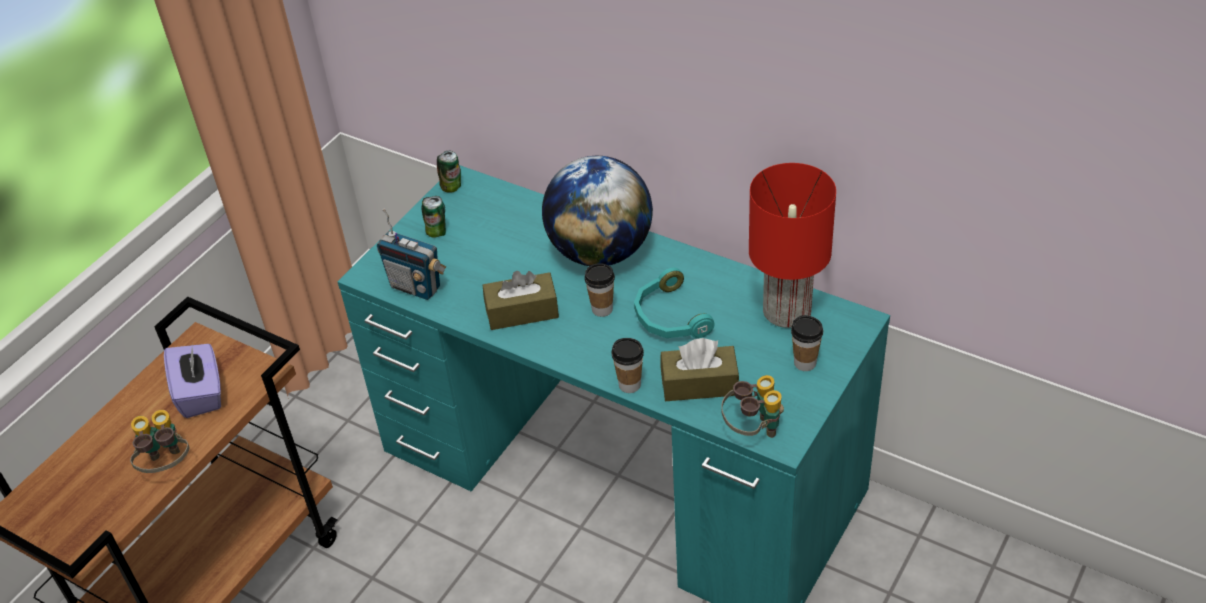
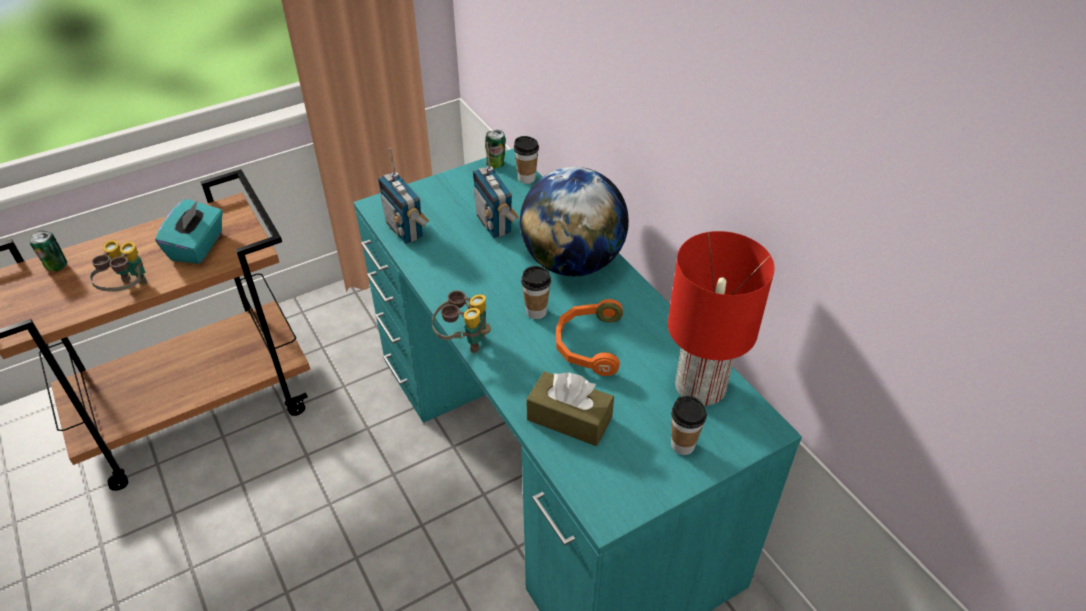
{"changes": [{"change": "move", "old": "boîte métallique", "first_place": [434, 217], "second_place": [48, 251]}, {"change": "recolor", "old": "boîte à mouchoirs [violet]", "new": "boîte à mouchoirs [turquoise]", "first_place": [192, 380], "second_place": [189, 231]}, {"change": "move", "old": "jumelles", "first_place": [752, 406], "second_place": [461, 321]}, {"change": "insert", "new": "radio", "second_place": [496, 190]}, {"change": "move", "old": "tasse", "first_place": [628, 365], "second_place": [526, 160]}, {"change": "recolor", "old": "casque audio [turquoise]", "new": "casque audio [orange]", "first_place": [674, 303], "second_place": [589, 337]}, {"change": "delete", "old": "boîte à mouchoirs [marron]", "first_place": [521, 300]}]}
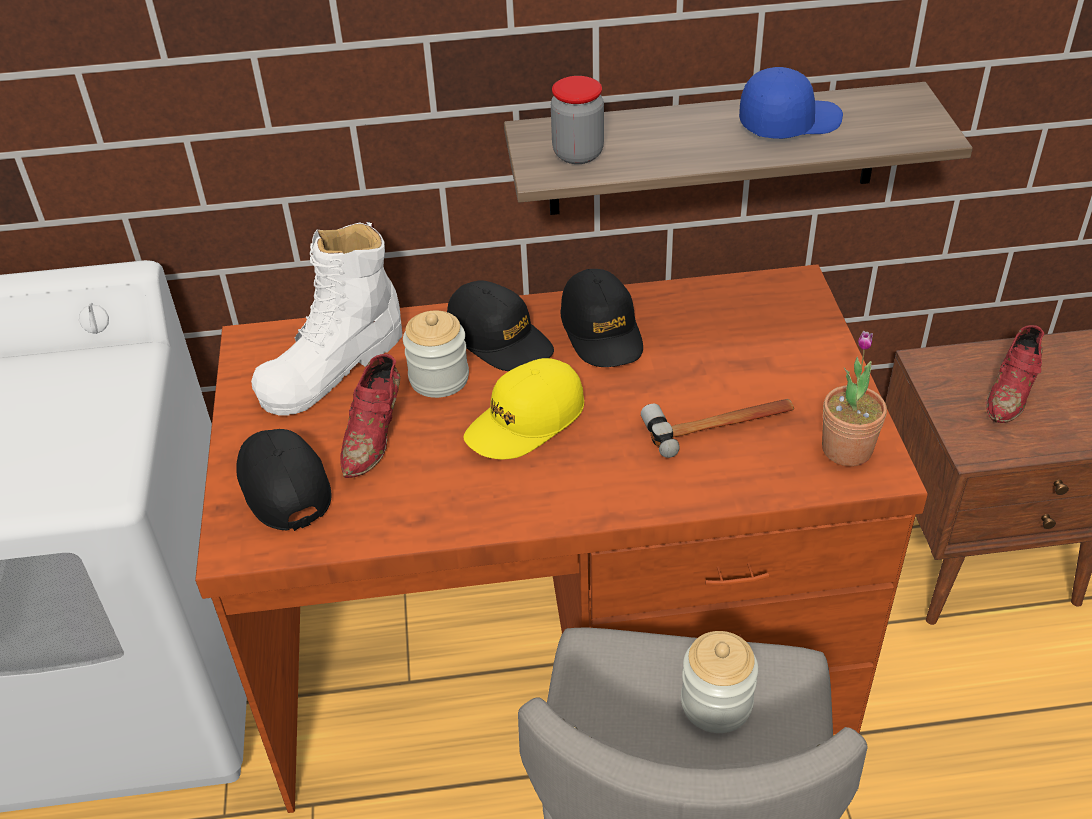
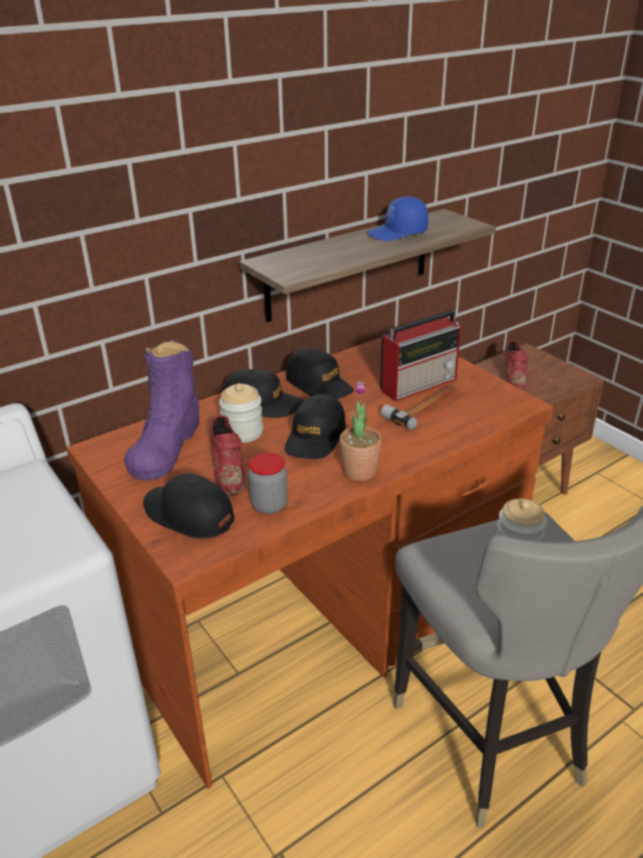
{"changes": [{"change": "recolor", "old": "botte [blanc]", "new": "botte [violet]", "first_place": [327, 318], "second_place": [162, 410]}, {"change": "move", "old": "bocal", "first_place": [577, 120], "second_place": [268, 483]}, {"change": "recolor", "old": "casquette [jaune]", "new": "casquette [noir]", "first_place": [524, 408], "second_place": [315, 426]}, {"change": "move", "old": "plante en pot", "first_place": [854, 398], "second_place": [361, 431]}, {"change": "rotate", "old": "casquette [bleu]", "first_place": [791, 103], "second_place": [397, 218], "degrees": -150}, {"change": "insert", "new": "radio", "second_place": [421, 355]}]}
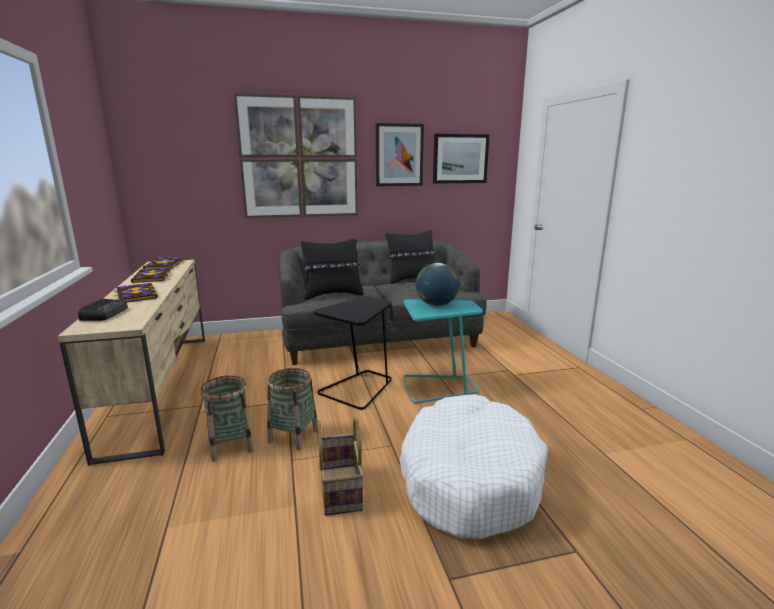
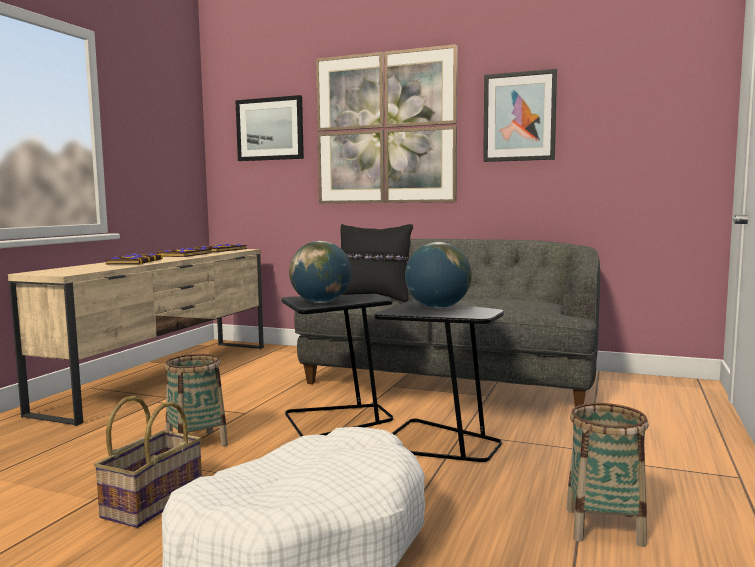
{"changes": [{"change": "move", "old": "tableau", "first_place": [461, 159], "second_place": [269, 128]}, {"change": "insert", "new": "globe", "second_place": [320, 272]}, {"change": "recolor", "old": "table d'appoint [turquoise]", "new": "table d'appoint [noir]", "first_place": [443, 351], "second_place": [439, 381]}, {"change": "move", "old": "panier", "first_place": [227, 418], "second_place": [607, 475]}, {"change": "delete", "old": "radio", "first_place": [103, 310]}, {"change": "delete", "old": "coussin [noir]", "first_place": [411, 257]}]}
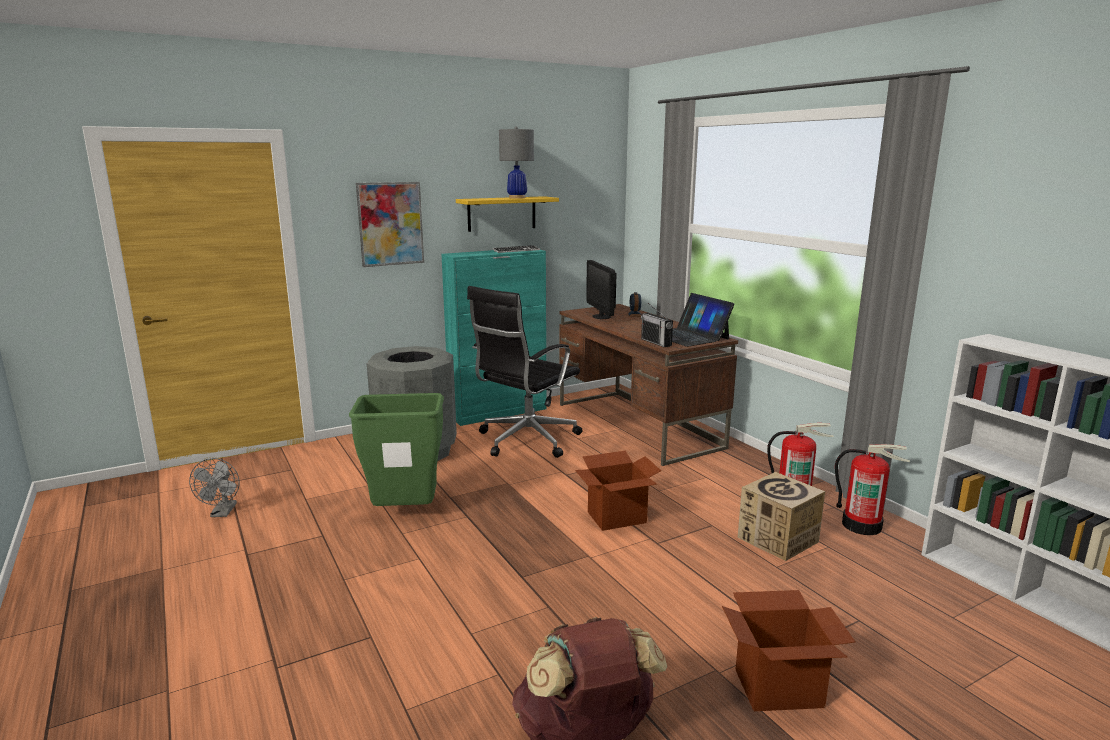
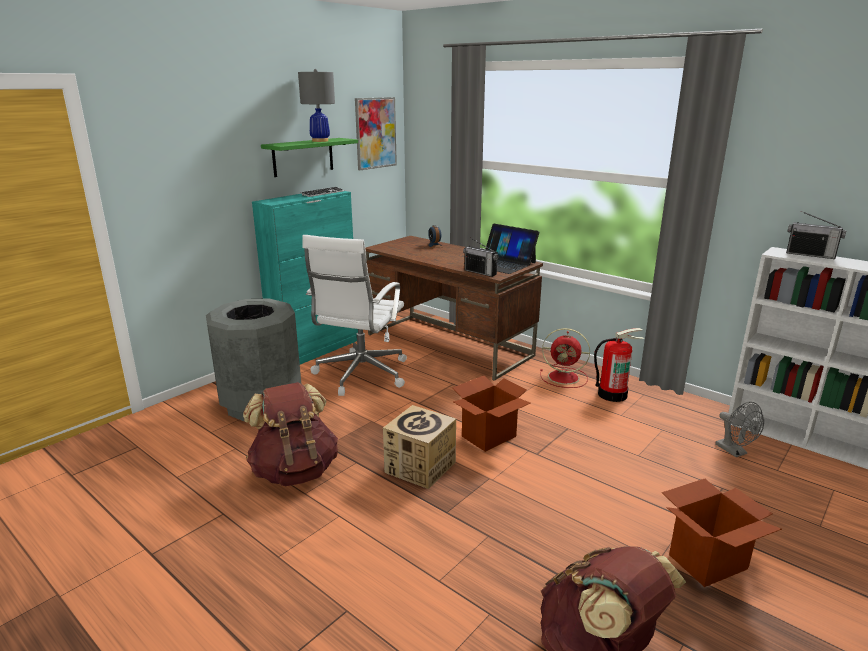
{"changes": [{"change": "replace", "old": "poubelle [vert]", "new": "sac à dos [marron]", "first_place": [396, 449], "second_place": [290, 434]}, {"change": "recolor", "old": "étagère [jaune]", "new": "étagère [vert]", "first_place": [507, 214], "second_place": [309, 157]}, {"change": "recolor", "old": "chaise de bureau [noir]", "new": "chaise de bureau [blanc]", "first_place": [525, 372], "second_place": [354, 315]}, {"change": "move", "old": "tableau", "first_place": [390, 224], "second_place": [376, 133]}, {"change": "move", "old": "carton", "first_place": [781, 516], "second_place": [419, 447]}, {"change": "insert", "new": "ventilateur [rouge]", "second_place": [565, 358]}, {"change": "move", "old": "ventilateur [gris]", "first_place": [214, 487], "second_place": [739, 429]}, {"change": "insert", "new": "radio", "second_place": [816, 235]}, {"change": "delete", "old": "écran d'ordinateur", "first_place": [601, 289]}, {"change": "delete", "old": "extincteur", "first_place": [872, 489]}]}
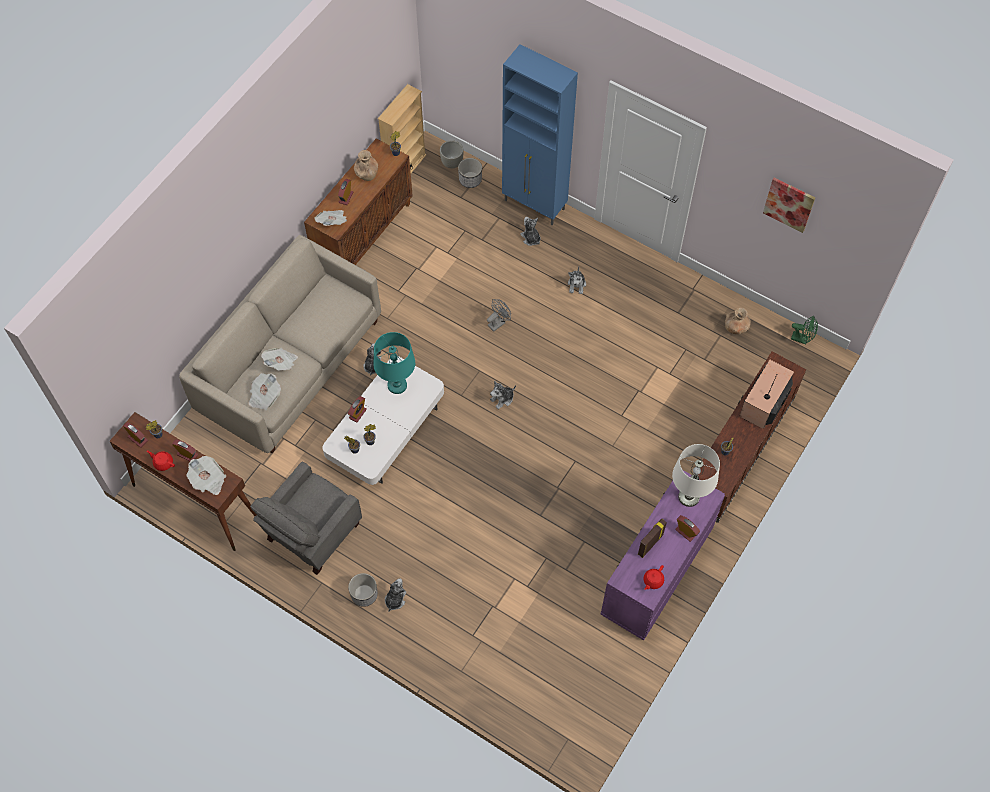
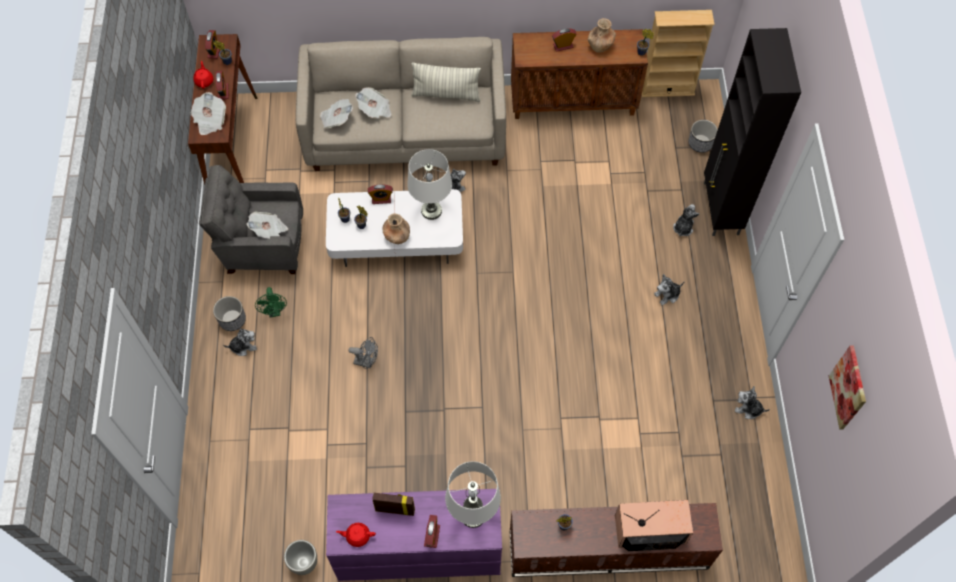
{"changes": [{"change": "move", "old": "journal", "first_place": [331, 218], "second_place": [267, 225]}, {"change": "move", "old": "ventilateur [vert]", "first_place": [804, 330], "second_place": [271, 302]}, {"change": "move", "old": "cache-pot [gris]", "first_place": [452, 154], "second_place": [300, 557]}, {"change": "move", "old": "ventilateur [gris]", "first_place": [499, 315], "second_place": [363, 353]}, {"change": "move", "old": "vase [marron]", "first_place": [738, 321], "second_place": [396, 228]}, {"change": "recolor", "old": "lampe de table [turquoise]", "new": "lampe de table [blanc]", "first_place": [394, 363], "second_place": [429, 184]}, {"change": "insert", "new": "coussin", "second_place": [446, 82]}, {"change": "recolor", "old": "meuble de rangement [bleu]", "new": "meuble de rangement [noir]", "first_place": [540, 134], "second_place": [752, 132]}, {"change": "move", "old": "peluche", "first_place": [503, 395], "second_place": [752, 402]}]}
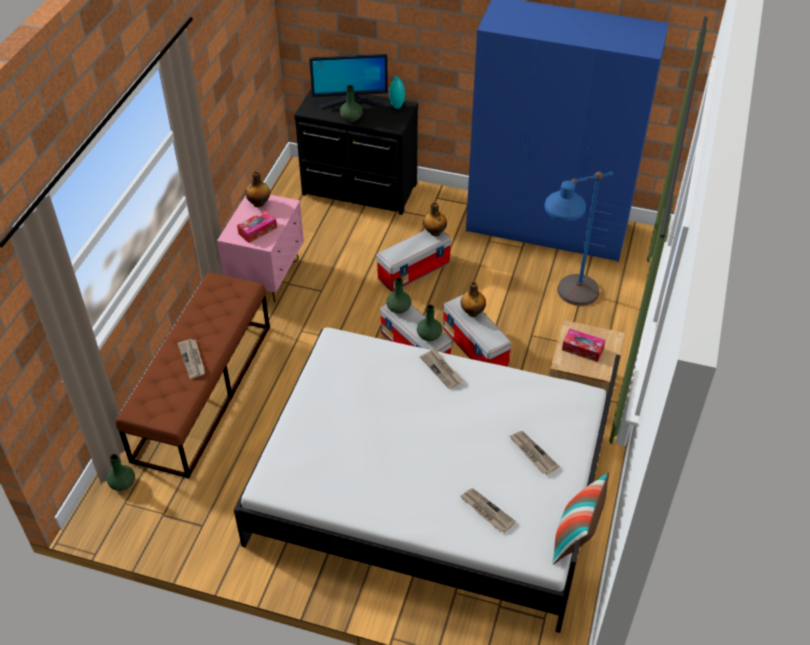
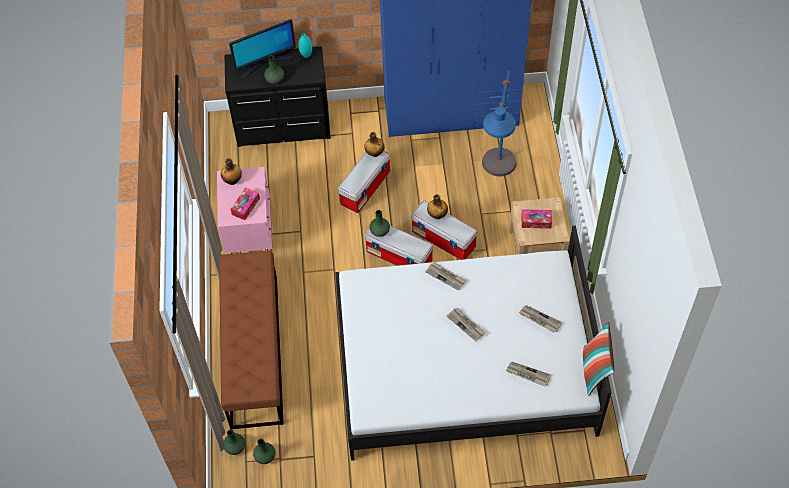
{"changes": [{"change": "move", "old": "vase [vert]", "first_place": [429, 322], "second_place": [264, 451]}, {"change": "move", "old": "journal", "first_place": [191, 359], "second_place": [466, 324]}]}
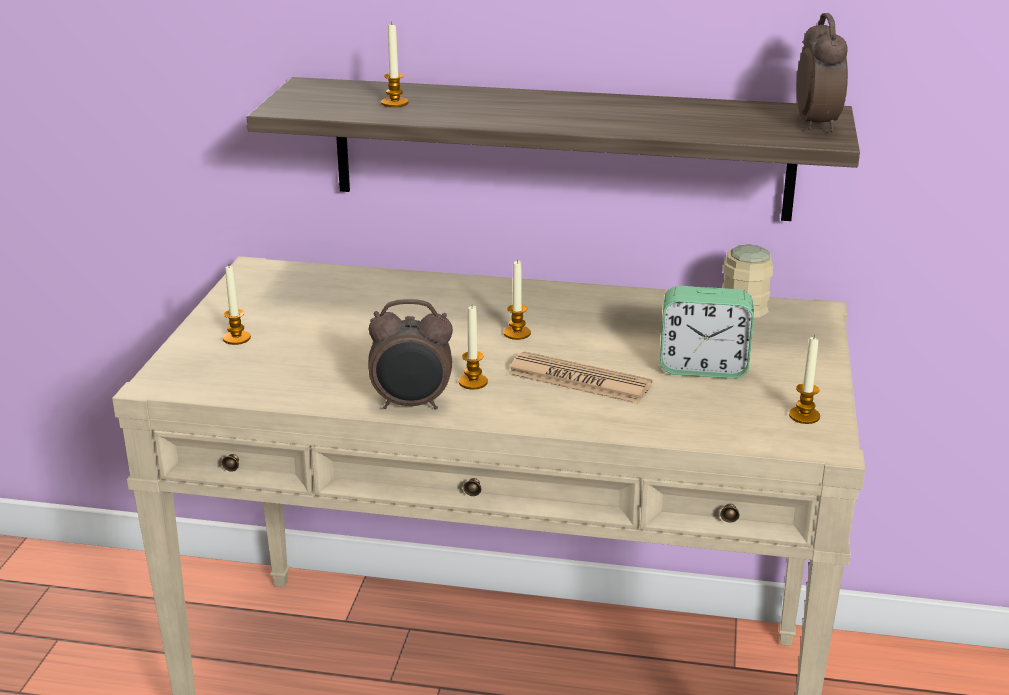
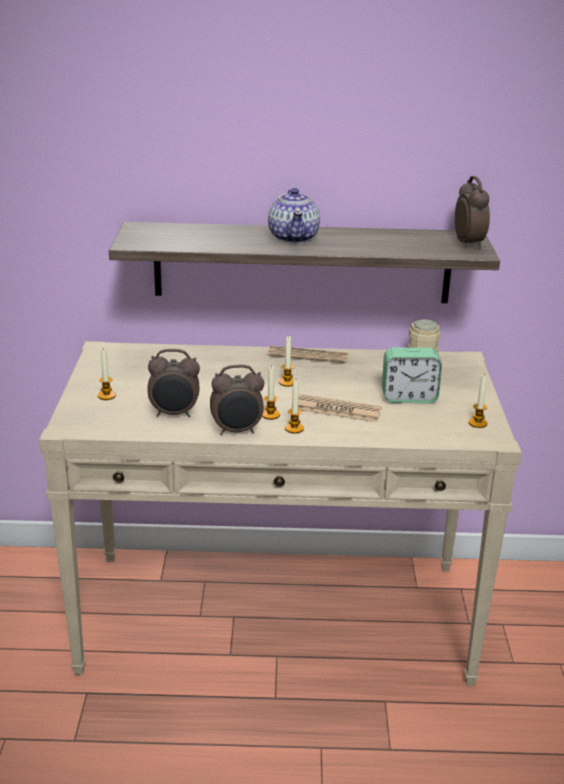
{"changes": [{"change": "insert", "new": "réveil", "second_place": [174, 383]}, {"change": "insert", "new": "journal", "second_place": [307, 354]}, {"change": "insert", "new": "théière", "second_place": [294, 216]}, {"change": "move", "old": "bougie", "first_place": [394, 64], "second_place": [294, 407]}]}
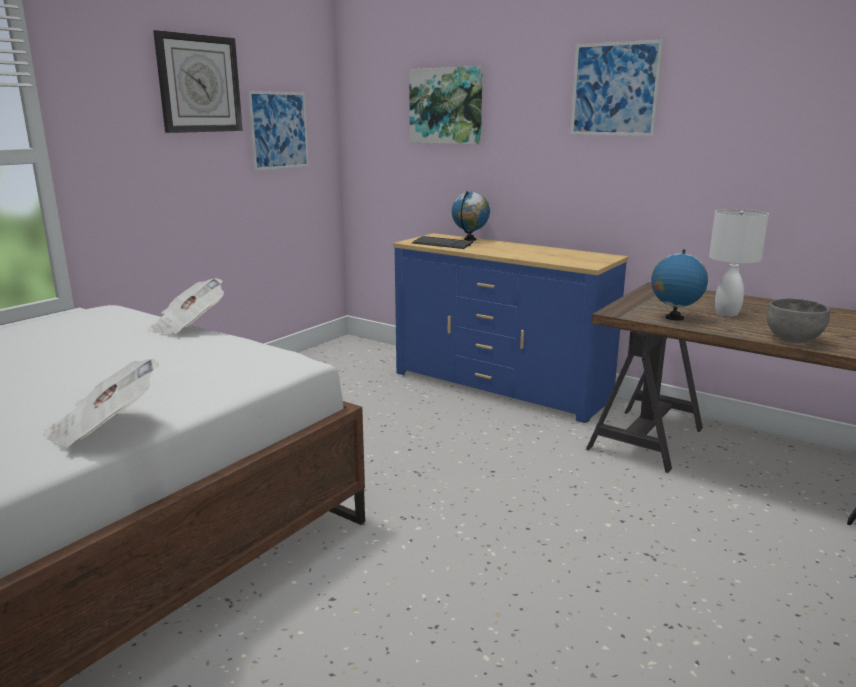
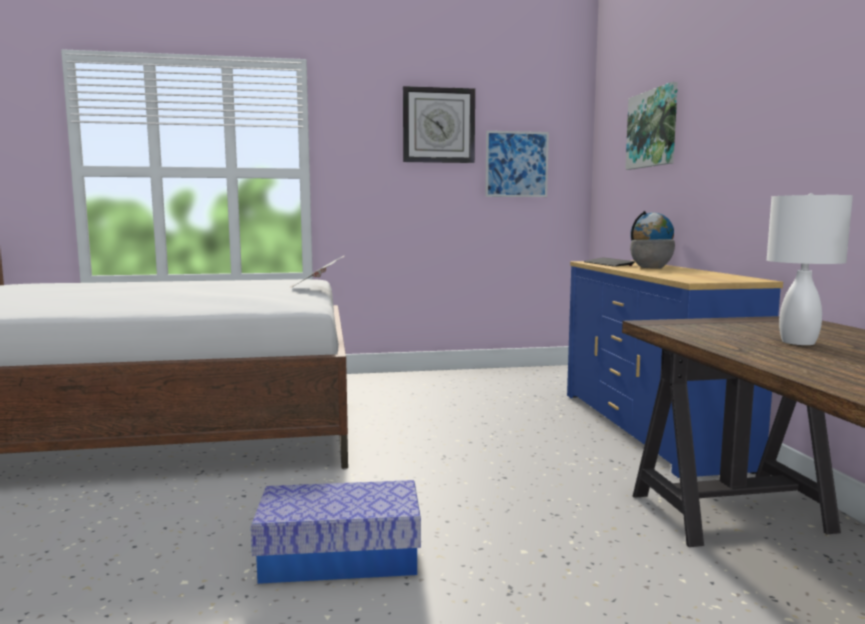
{"changes": [{"change": "insert", "new": "boîte de rangement", "second_place": [336, 532]}, {"change": "move", "old": "bol [gris]", "first_place": [798, 320], "second_place": [652, 254]}, {"change": "delete", "old": "journal", "first_place": [101, 403]}, {"change": "delete", "old": "tableau", "first_place": [617, 88]}, {"change": "delete", "old": "globe", "first_place": [679, 285]}]}
